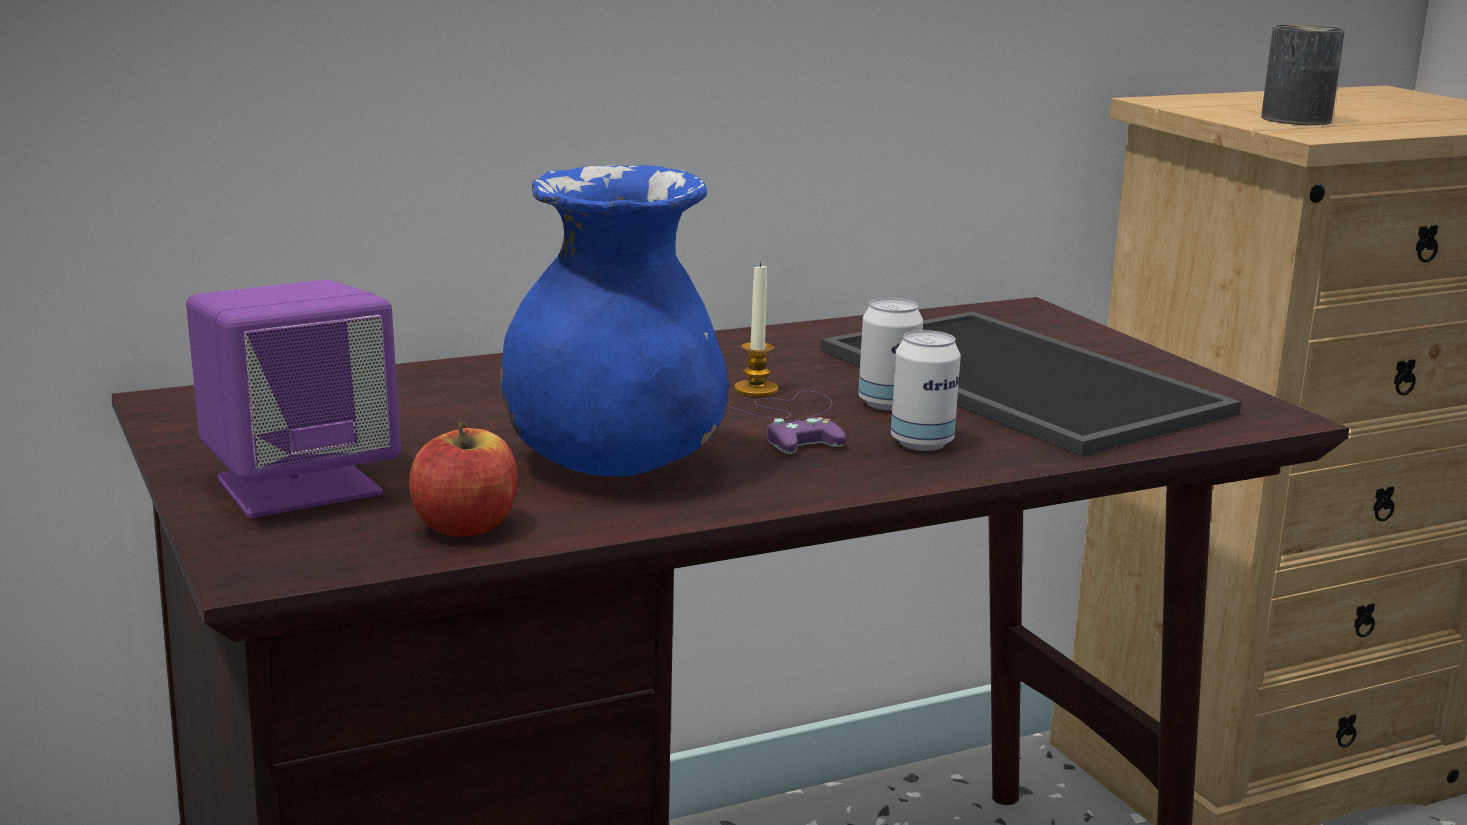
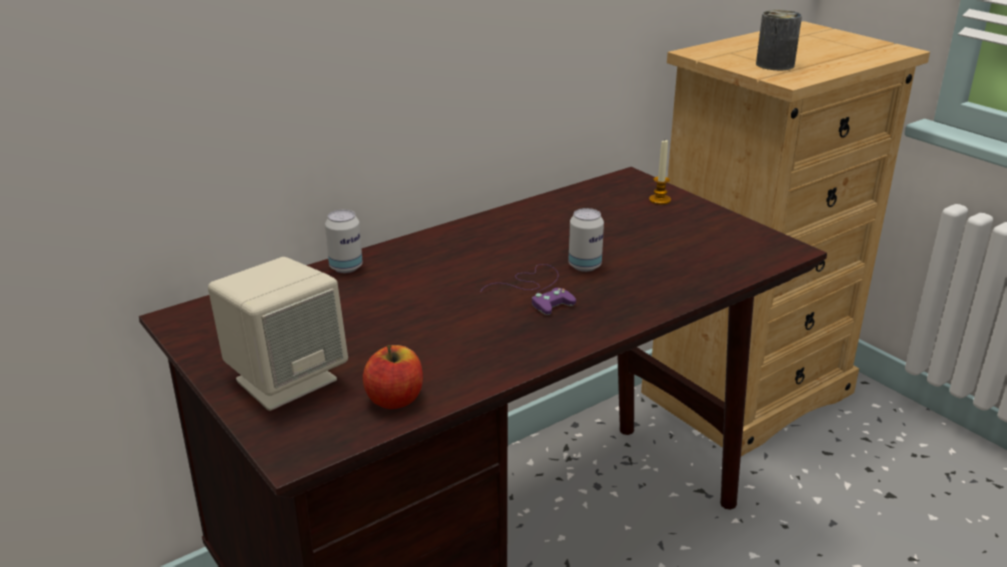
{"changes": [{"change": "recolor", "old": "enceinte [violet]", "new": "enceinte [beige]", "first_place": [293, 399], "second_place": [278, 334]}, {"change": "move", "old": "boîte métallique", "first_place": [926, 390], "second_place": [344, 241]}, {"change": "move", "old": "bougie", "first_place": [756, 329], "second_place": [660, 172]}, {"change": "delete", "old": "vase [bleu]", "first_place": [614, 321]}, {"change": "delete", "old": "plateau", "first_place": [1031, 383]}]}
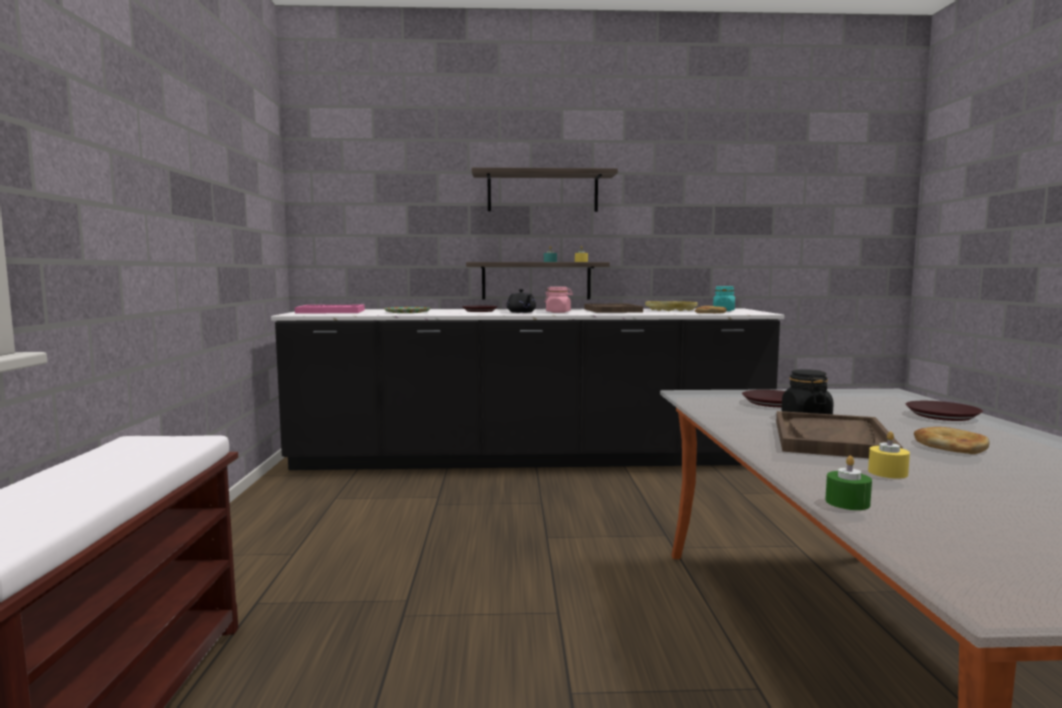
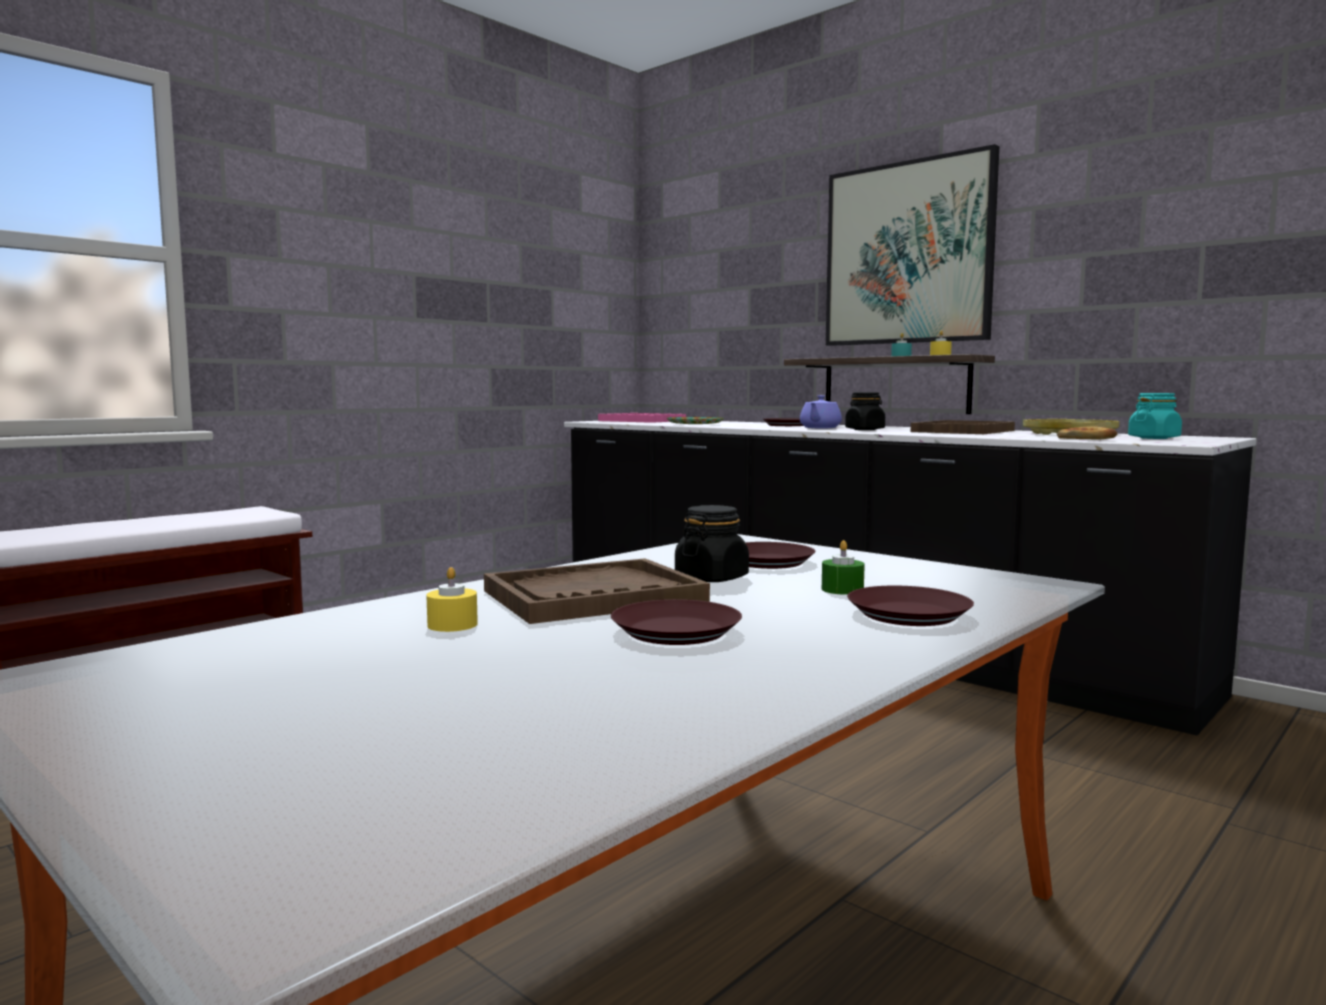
{"changes": [{"change": "replace", "old": "pain", "new": "assiette [marron]", "first_place": [952, 440], "second_place": [676, 622]}, {"change": "recolor", "old": "théière [noir]", "new": "théière [violet]", "first_place": [521, 301], "second_place": [821, 411]}, {"change": "move", "old": "bougie [vert]", "first_place": [848, 482], "second_place": [843, 567]}, {"change": "replace", "old": "étagère", "new": "tableau", "first_place": [545, 189], "second_place": [912, 245]}, {"change": "recolor", "old": "bocal [rose]", "new": "bocal [noir]", "first_place": [559, 300], "second_place": [865, 411]}]}
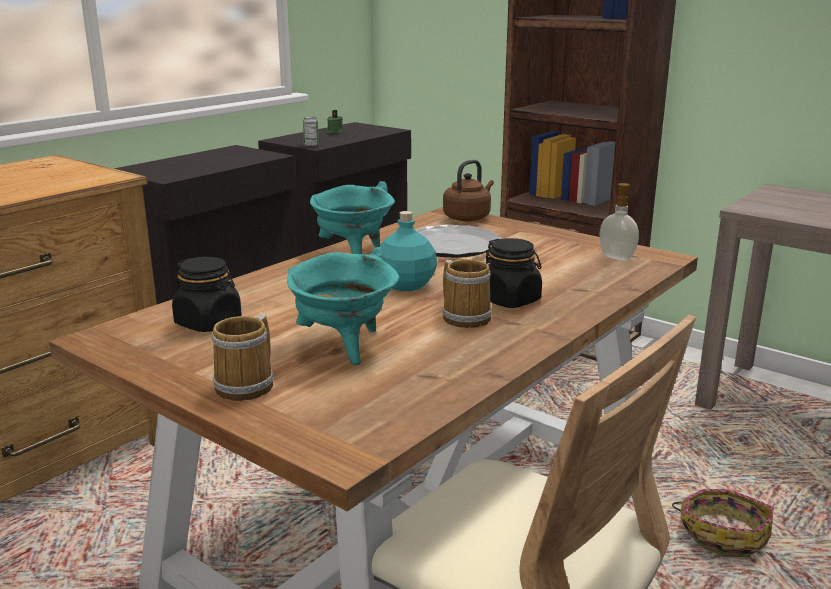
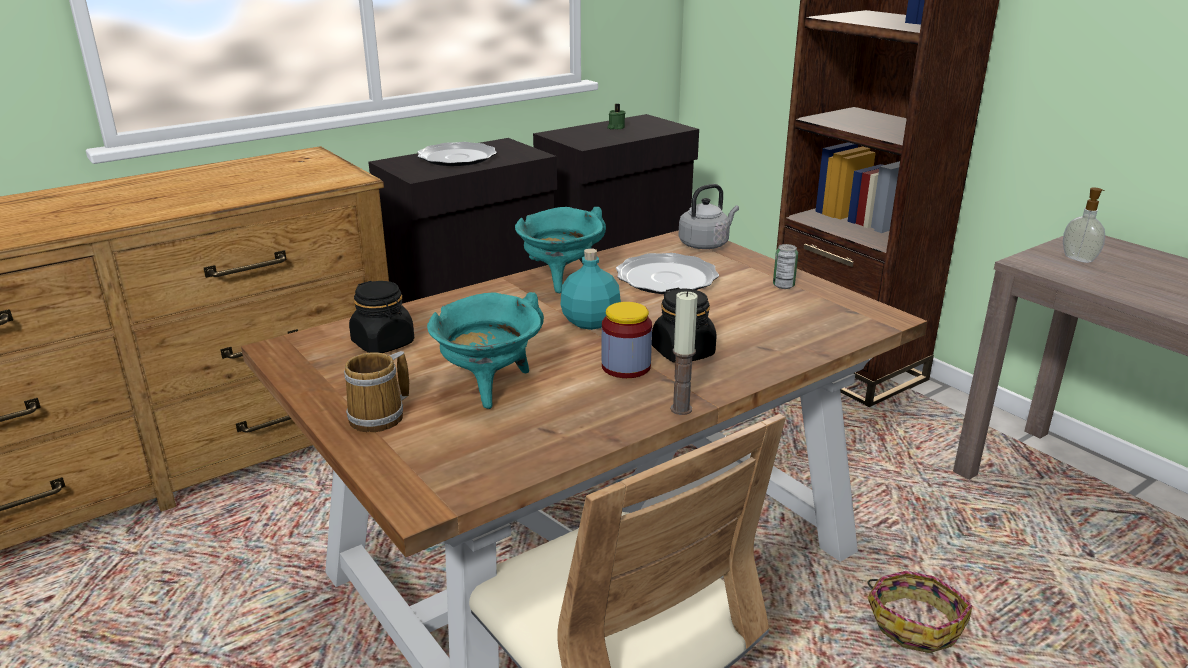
{"changes": [{"change": "insert", "new": "assiette", "second_place": [457, 154]}, {"change": "replace", "old": "mug", "new": "bocal", "first_place": [467, 293], "second_place": [627, 340]}, {"change": "insert", "new": "bougie", "second_place": [684, 353]}, {"change": "recolor", "old": "bouilloire [marron]", "new": "bouilloire [gris]", "first_place": [468, 190], "second_place": [708, 216]}, {"change": "move", "old": "boîte métallique", "first_place": [311, 131], "second_place": [785, 266]}, {"change": "move", "old": "distributeur de savon", "first_place": [619, 222], "second_place": [1084, 225]}]}
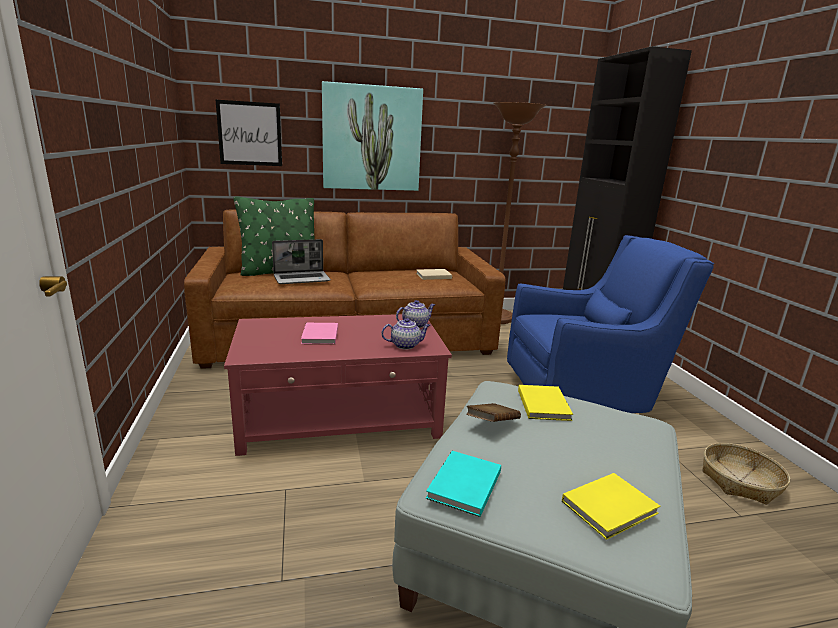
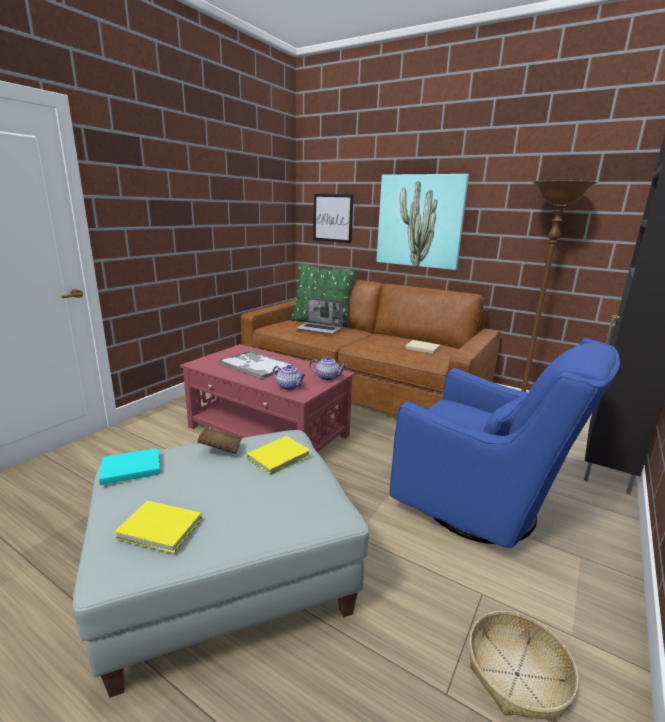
{"changes": [{"change": "replace", "old": "livre [rose]", "new": "plateau", "first_place": [319, 333], "second_place": [256, 365]}]}
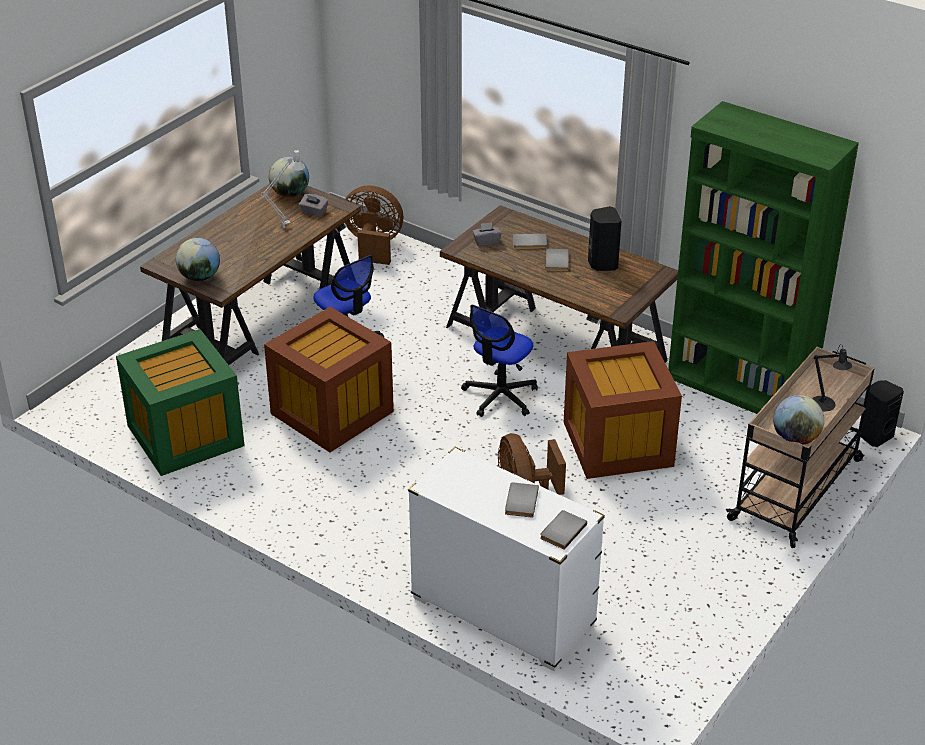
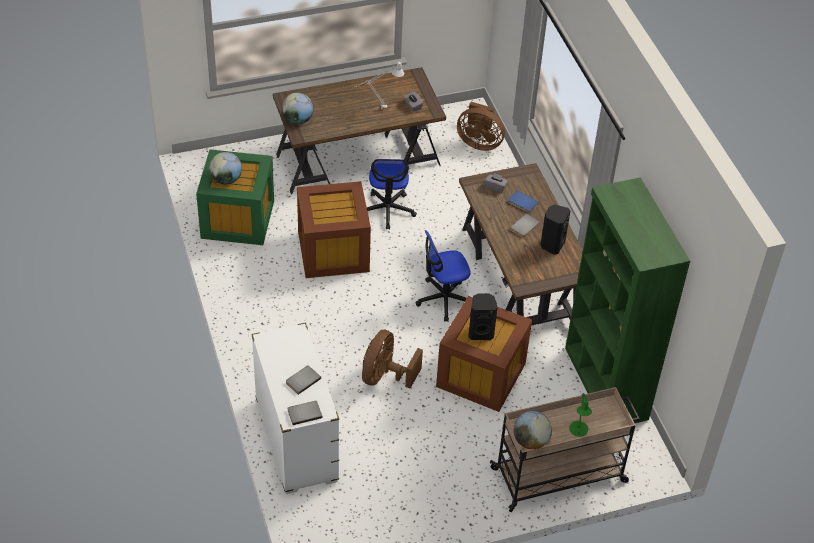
{"changes": [{"change": "move", "old": "globe", "first_place": [289, 176], "second_place": [225, 168]}, {"change": "rotate", "old": "ventilateur [marron]", "first_place": [374, 225], "second_place": [481, 126], "degrees": 150}, {"change": "move", "old": "enceinte [noir]", "first_place": [882, 413], "second_place": [483, 316]}, {"change": "recolor", "old": "livre [gris]", "new": "livre [bleu]", "first_place": [530, 241], "second_place": [523, 202]}, {"change": "recolor", "old": "lampe de table [noir]", "new": "lampe de table [vert]", "first_place": [832, 378], "second_place": [580, 415]}]}
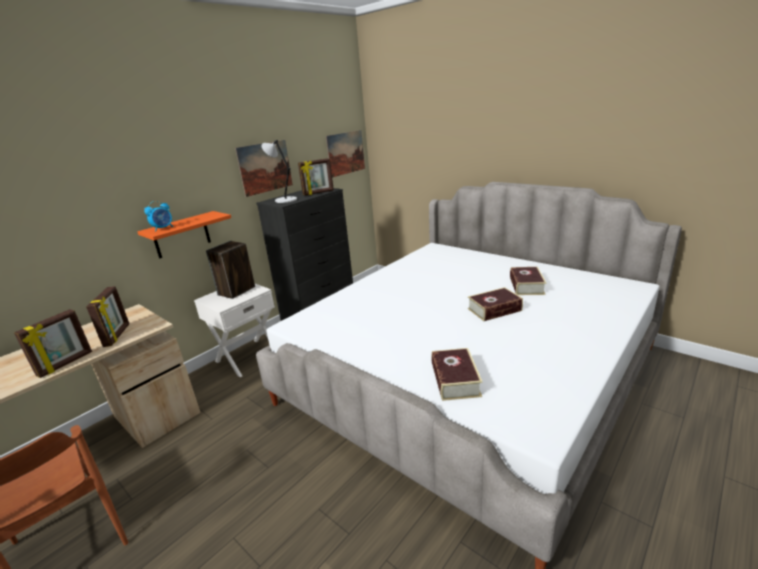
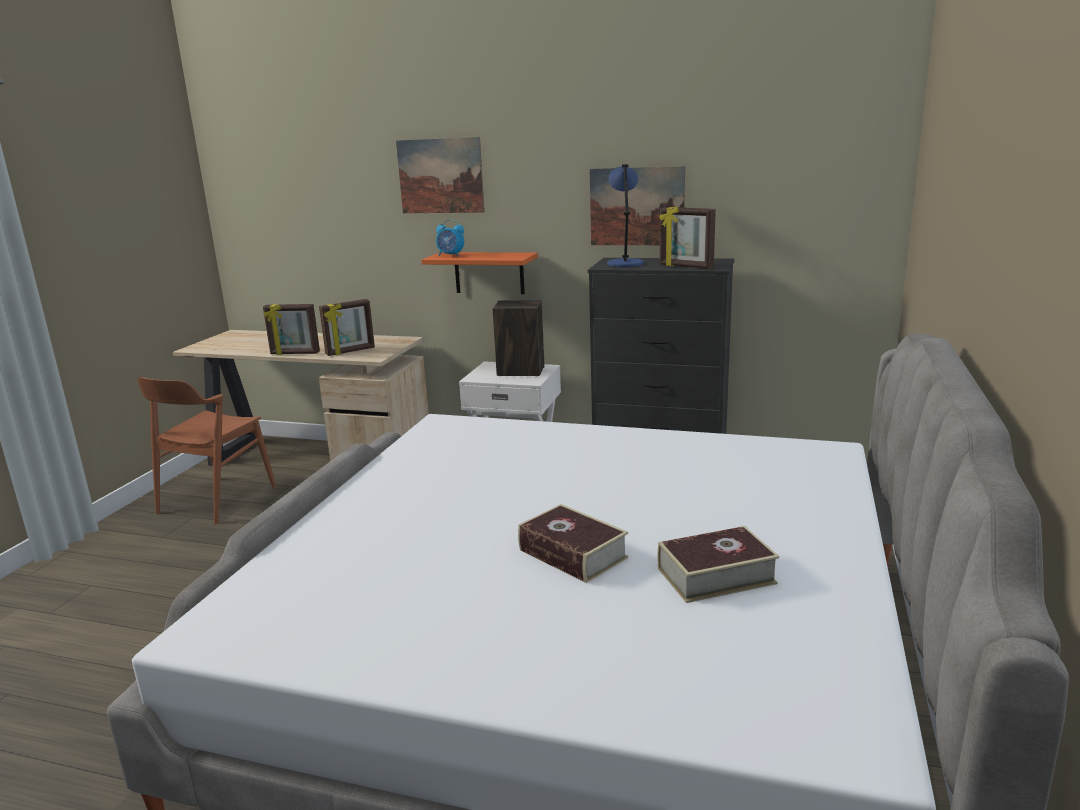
{"changes": [{"change": "move", "old": "tableau", "first_place": [345, 154], "second_place": [440, 175]}, {"change": "recolor", "old": "lampe de table [gris]", "new": "lampe de table [bleu]", "first_place": [279, 171], "second_place": [625, 215]}, {"change": "delete", "old": "livre", "first_place": [457, 374]}]}
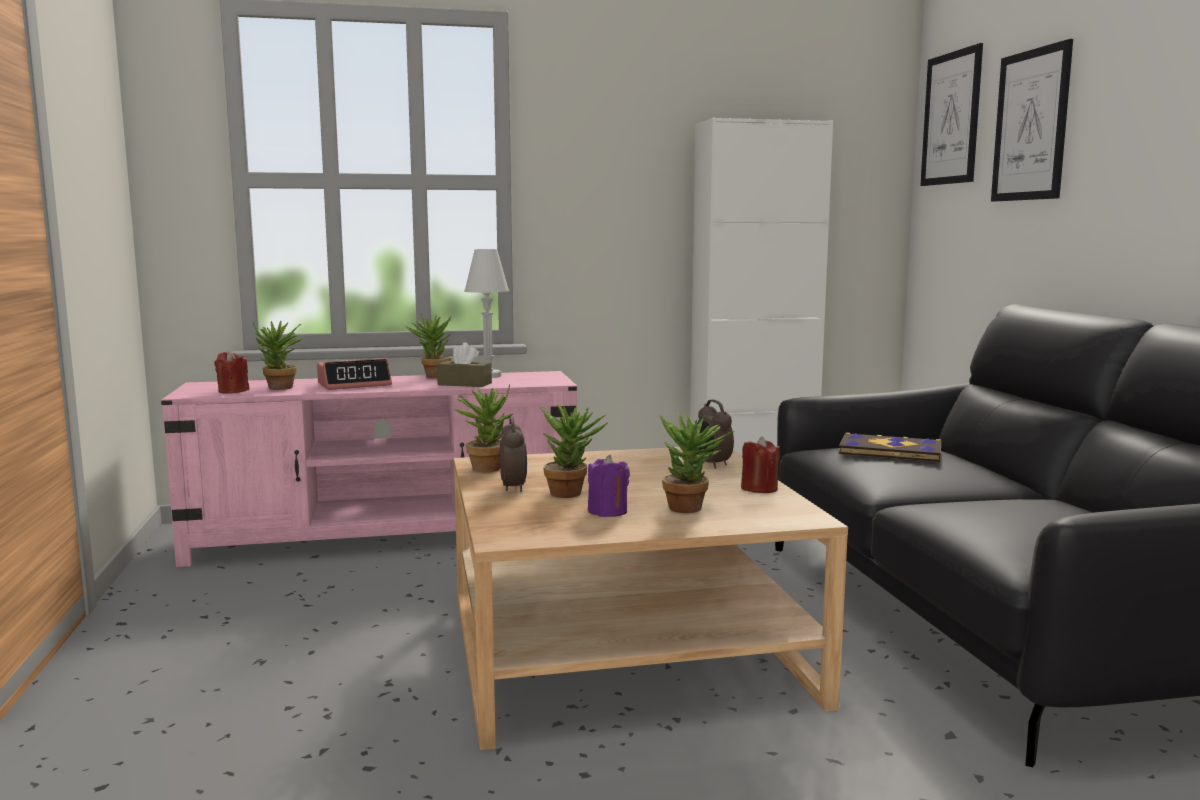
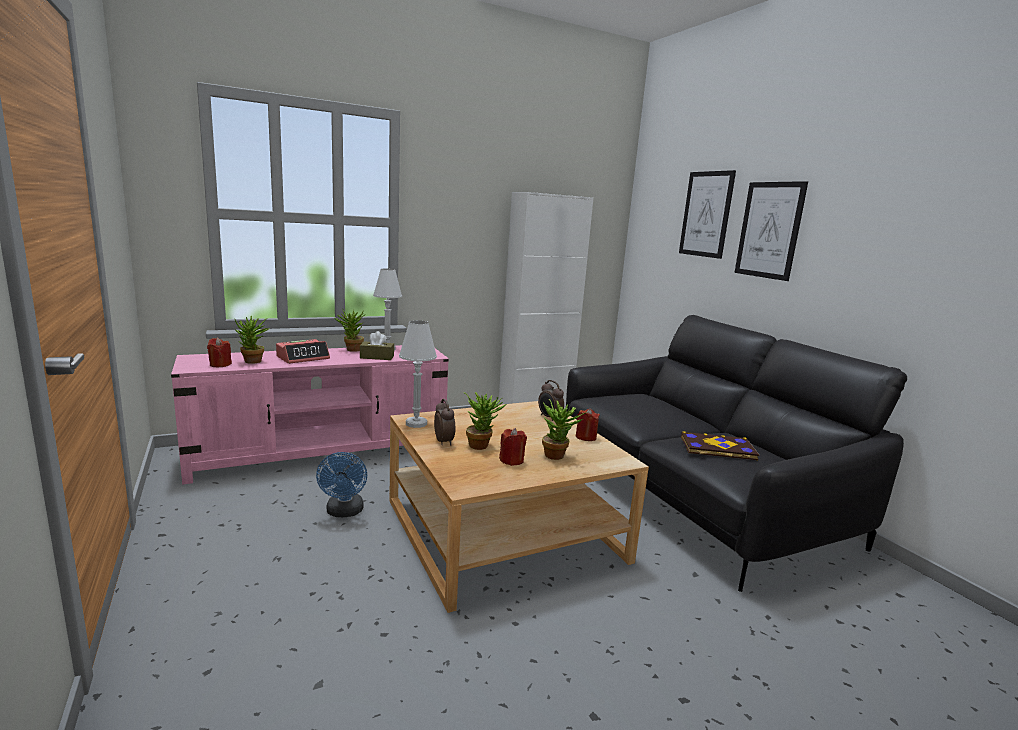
{"changes": [{"change": "insert", "new": "ventilateur [bleu]", "second_place": [341, 484]}, {"change": "replace", "old": "plante en pot", "new": "lampe de table [blanc]", "first_place": [484, 428], "second_place": [418, 374]}, {"change": "recolor", "old": "bougie [violet]", "new": "bougie [rouge]", "first_place": [609, 486], "second_place": [513, 447]}, {"change": "move", "old": "livre", "first_place": [890, 447], "second_place": [720, 445]}, {"change": "move", "old": "tableau", "first_place": [951, 114], "second_place": [771, 231]}]}
